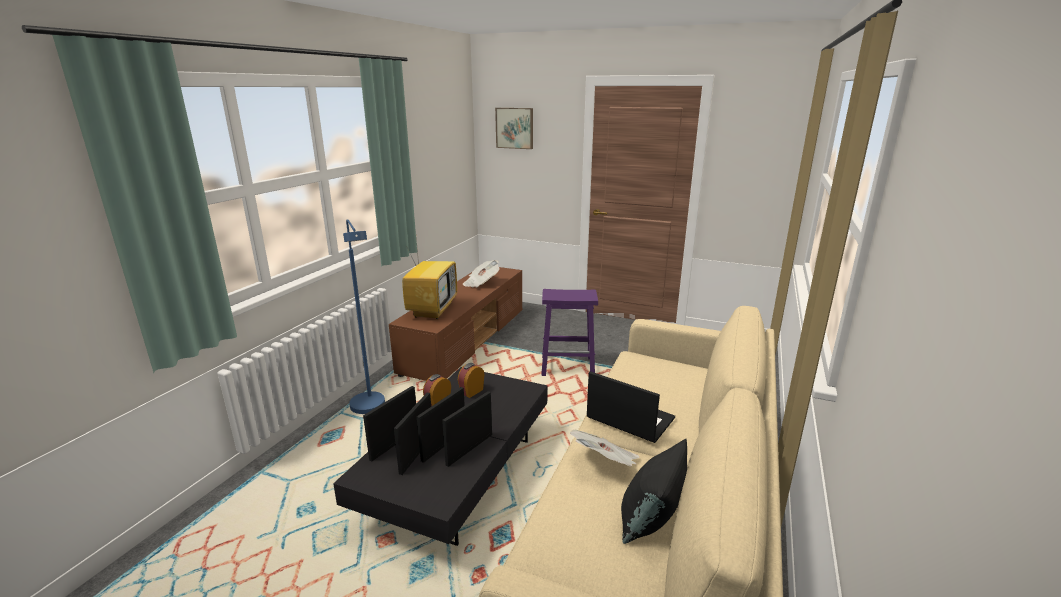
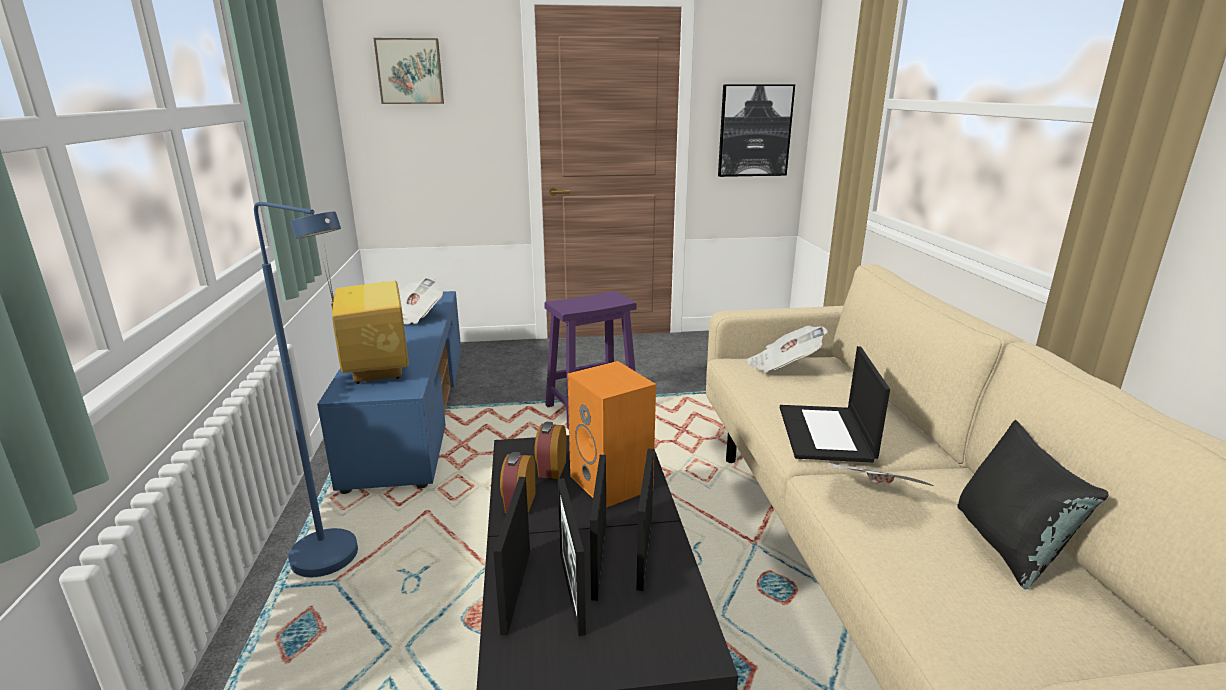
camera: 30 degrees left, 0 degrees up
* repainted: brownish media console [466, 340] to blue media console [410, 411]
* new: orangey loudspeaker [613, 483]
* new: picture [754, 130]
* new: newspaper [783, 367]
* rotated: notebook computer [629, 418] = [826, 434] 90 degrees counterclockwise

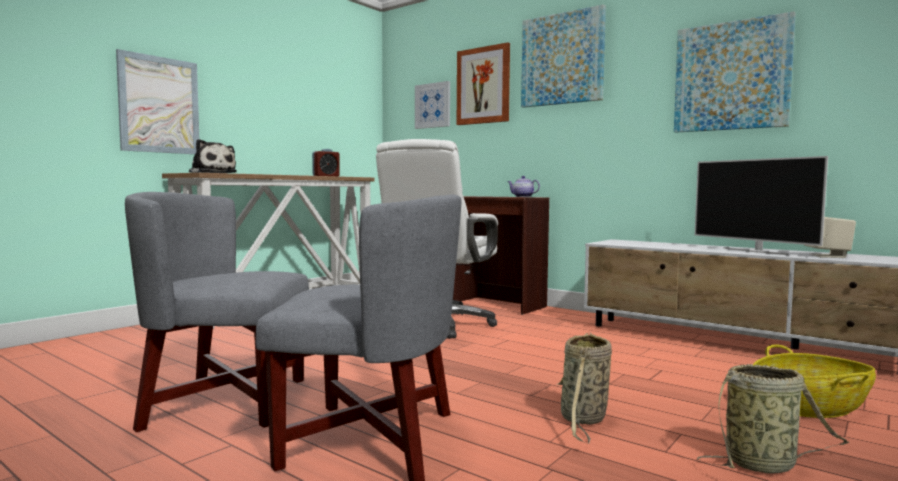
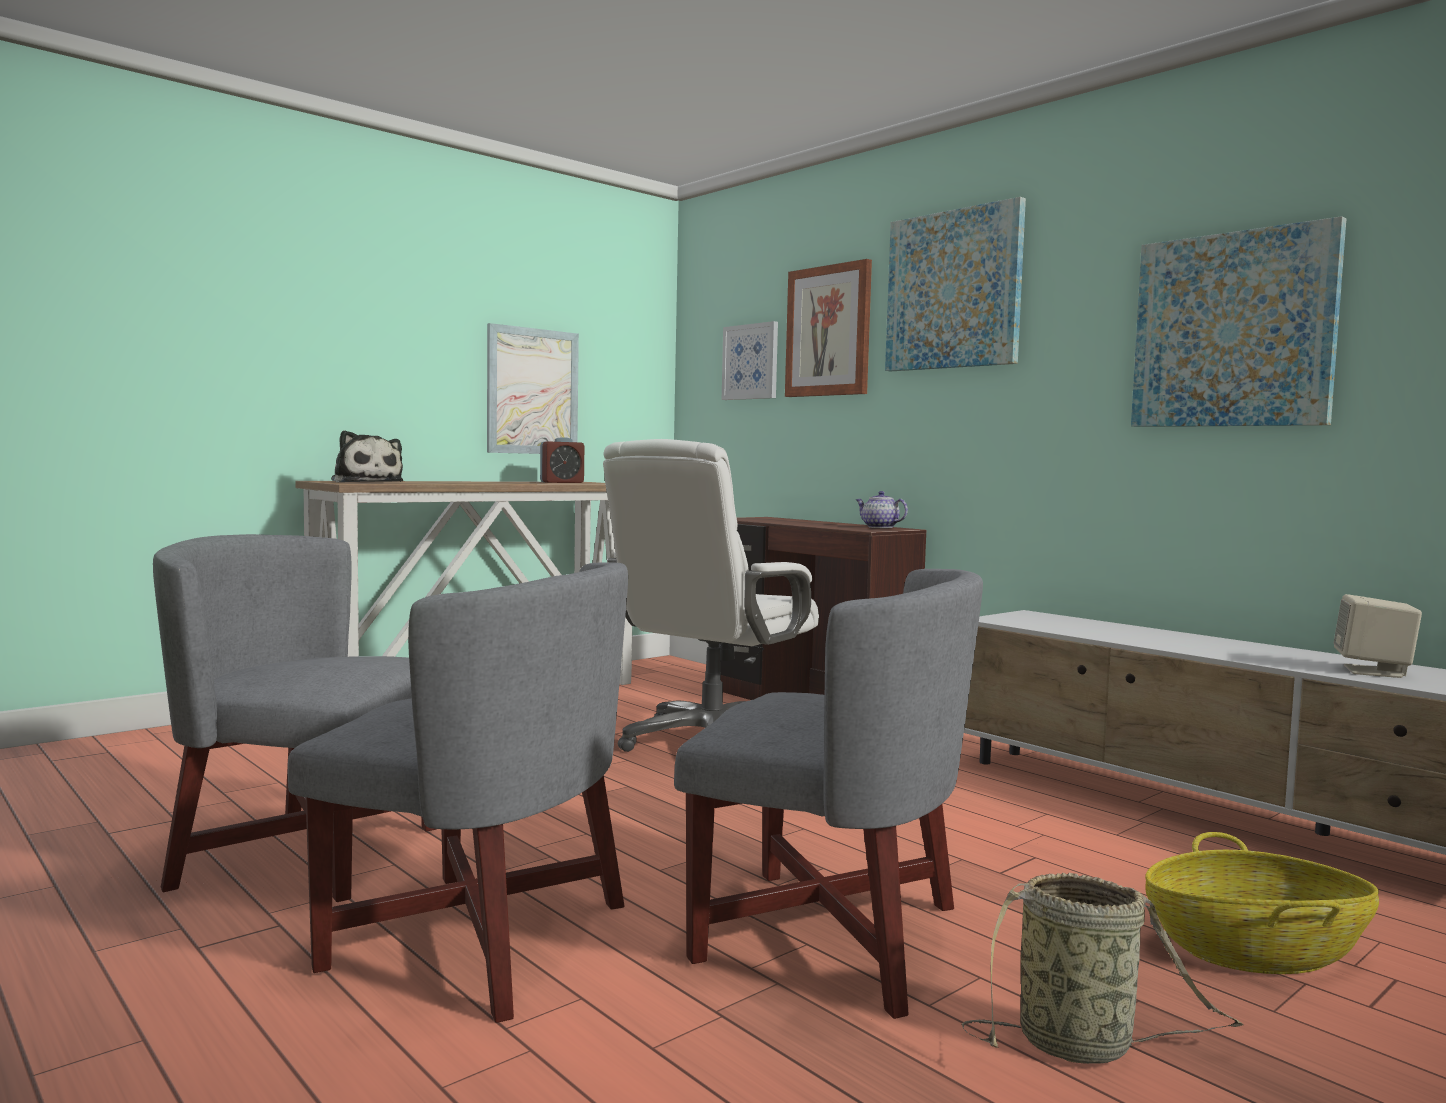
camera: 10 degrees right, 0 degrees up
* shifted: picture [159, 105] to [532, 391]
* swapped: storage basket [583, 420] to grey easy chair [831, 936]
* gone: television [755, 251]

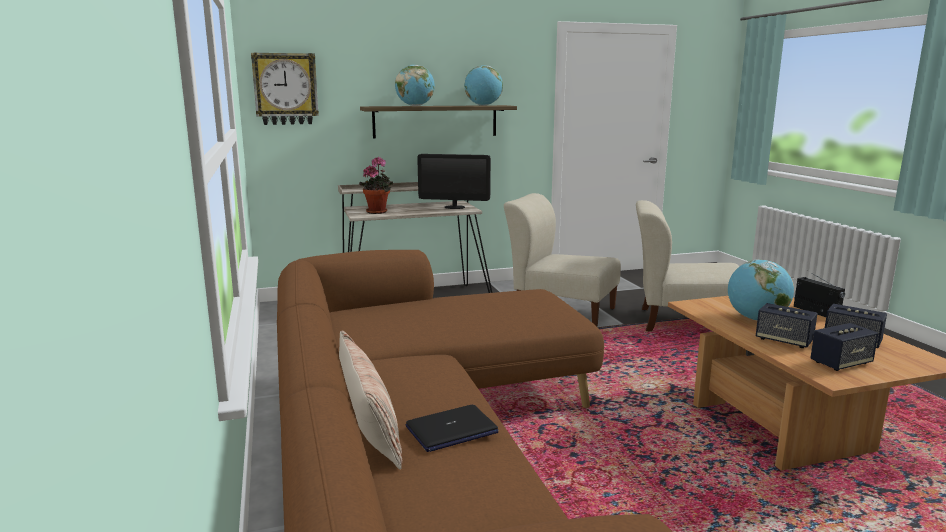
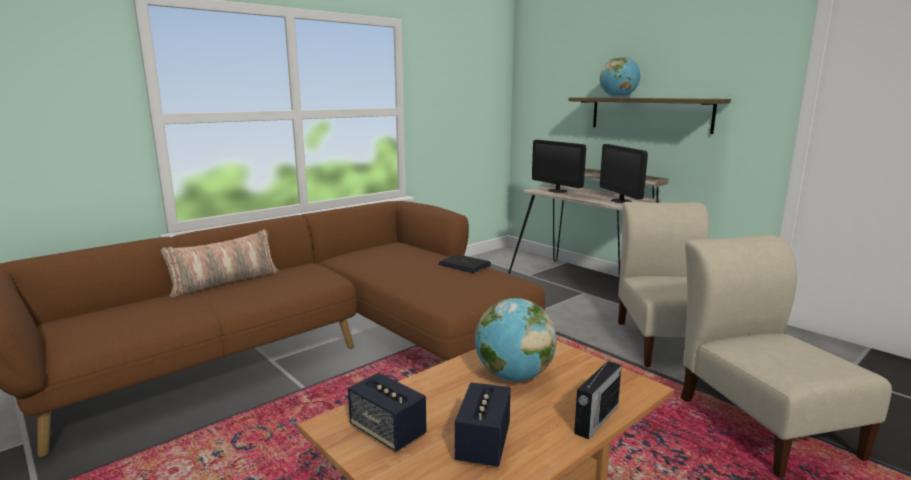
camera: 65 degrees right, 0 degrees up
* shifted: notebook computer [451, 430] to [464, 265]
* swapped: plant in a pot [378, 211] to monitor [557, 191]
* gone: wall clock [285, 89]
* gone: globe [483, 105]
* gone: loudspeaker [783, 340]

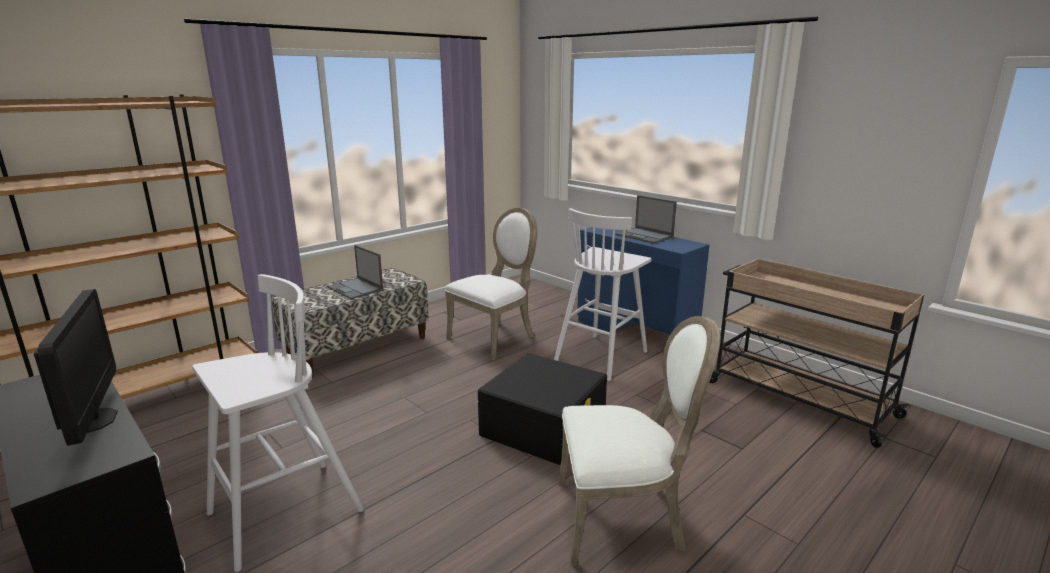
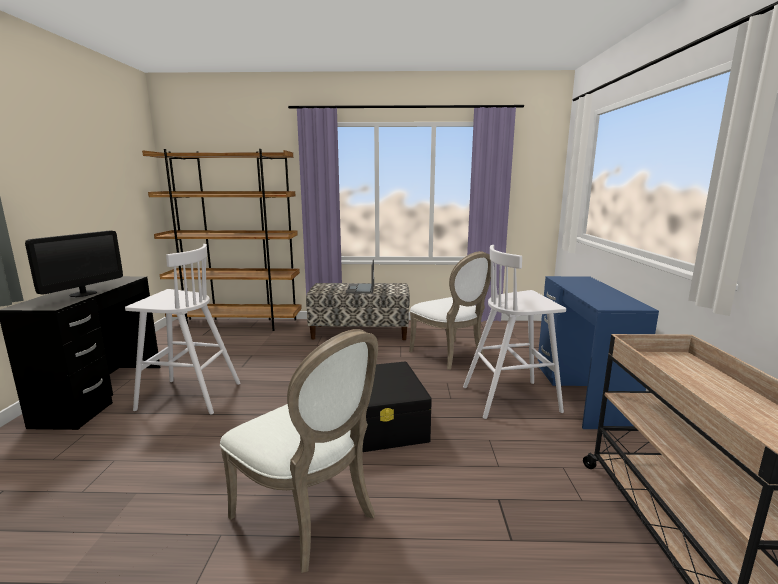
camera: 45 degrees right, 5 degrees down
* rotated: white chair [495, 338] = [450, 355] 60 degrees clockwise
* gone: notebook computer [645, 236]

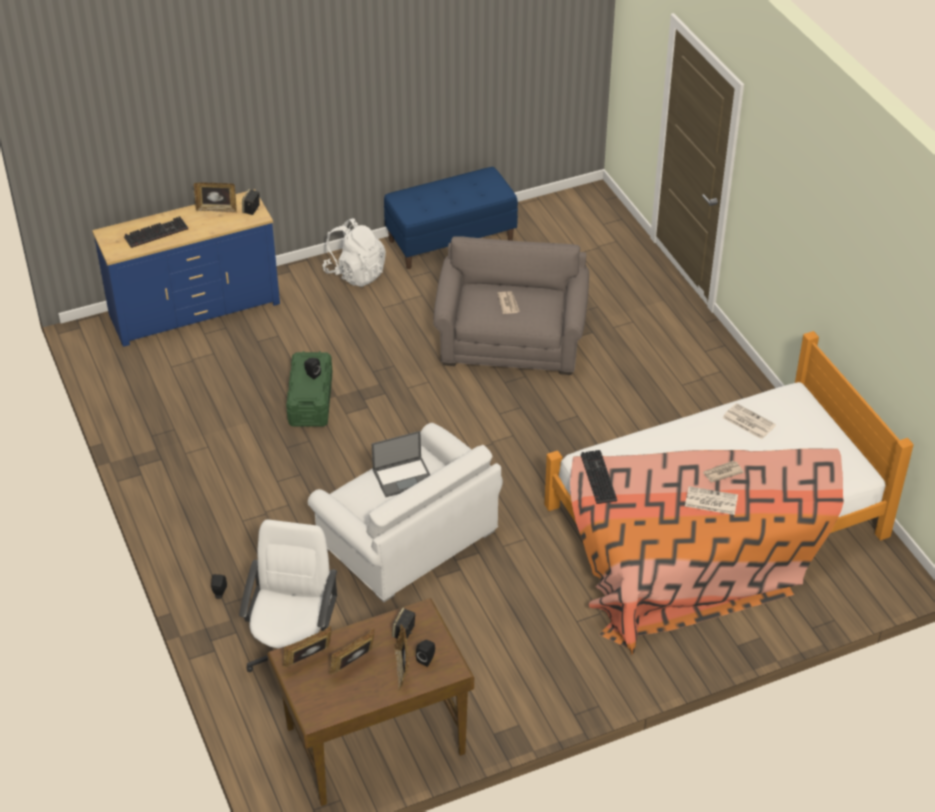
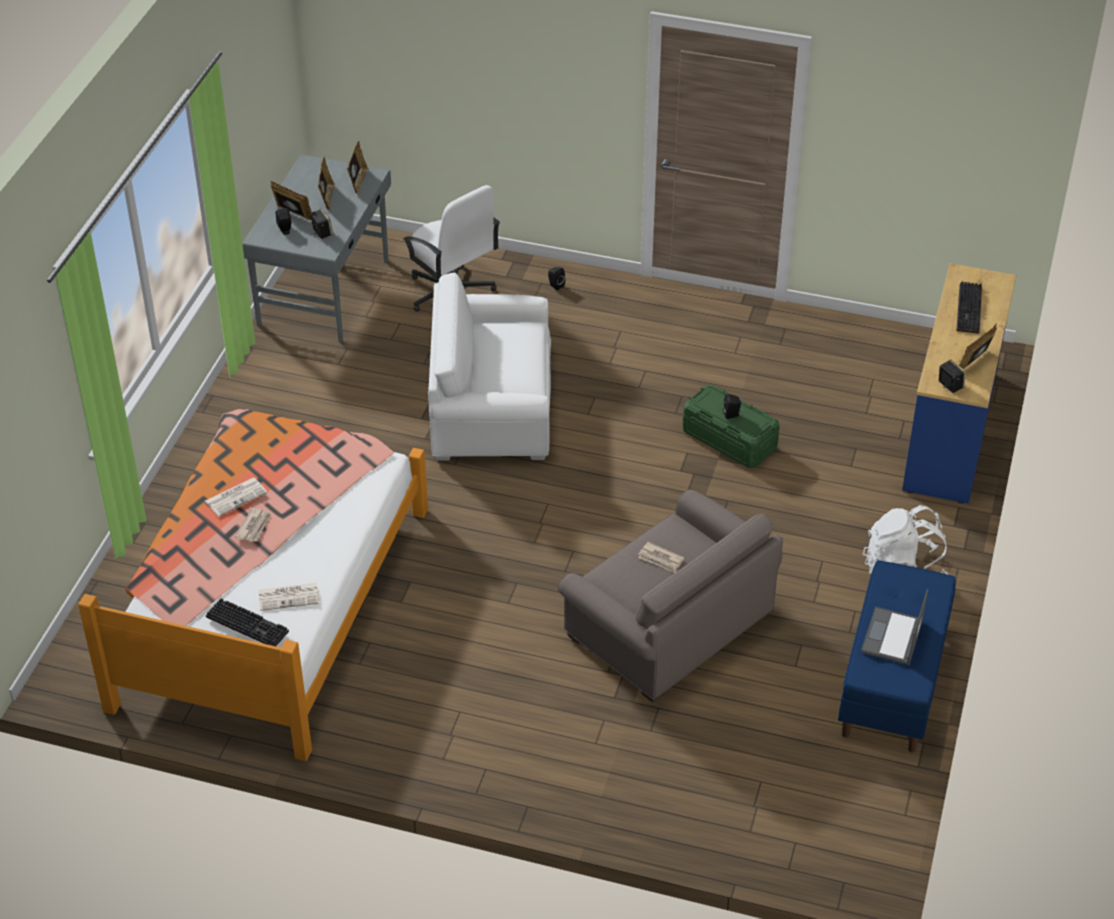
camera: 130 degrees right, 0 degrees up
* shifted: keyboard [596, 477] to [249, 624]
* repainted: brownish desk unit [374, 740] to grey desk unit [325, 291]
* shifted: notebook computer [404, 476] to [892, 637]

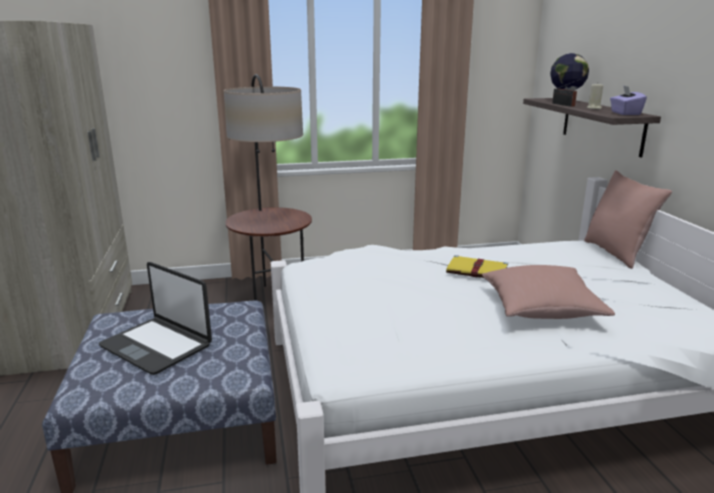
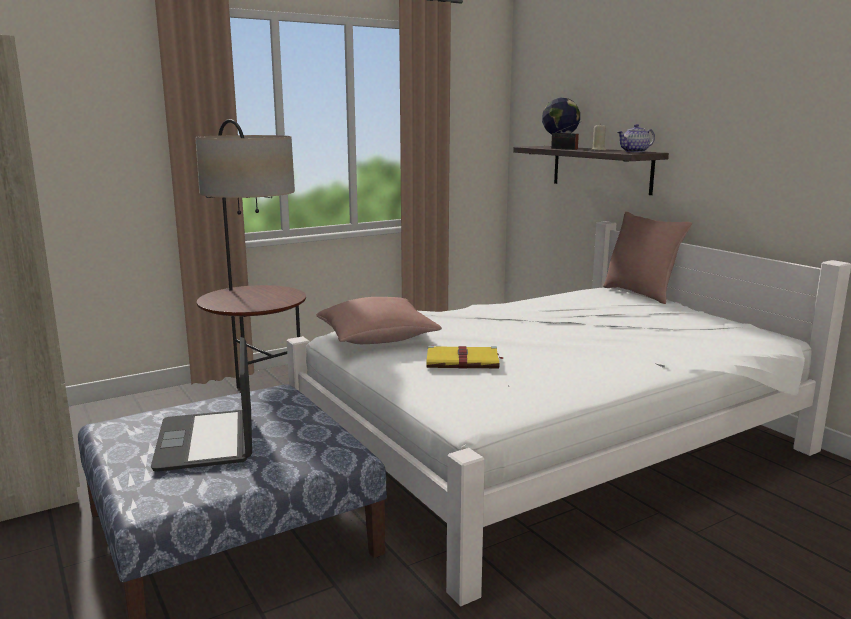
camera: 20 degrees left, 5 degrees down
* rotated: notebook computer [157, 345] = [207, 441] 60 degrees clockwise
* shifted: pink-coloured pillow [541, 308] to [376, 338]
* shifted: yellowish book [478, 271] to [464, 361]
* swapped: purple-coloured tissue box [625, 113] to pot for tea [634, 152]

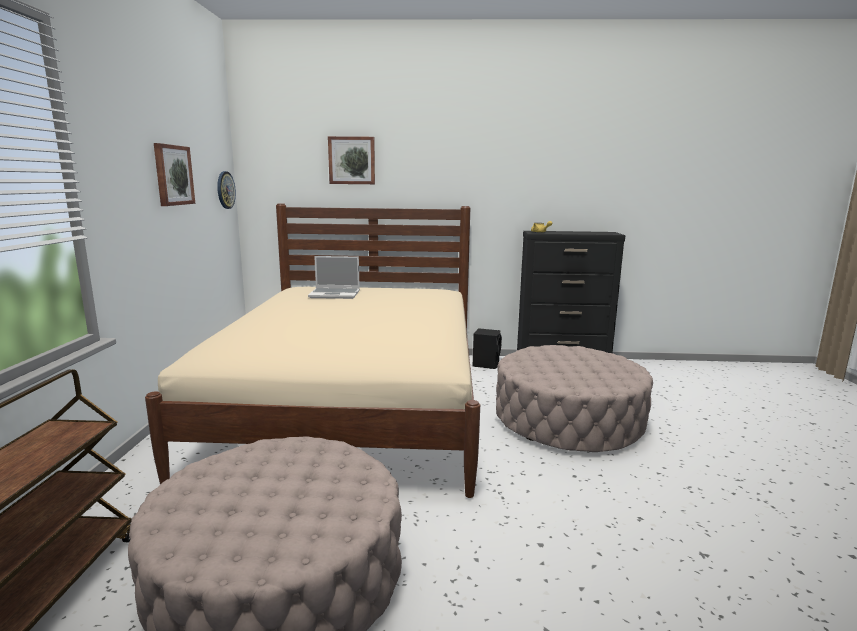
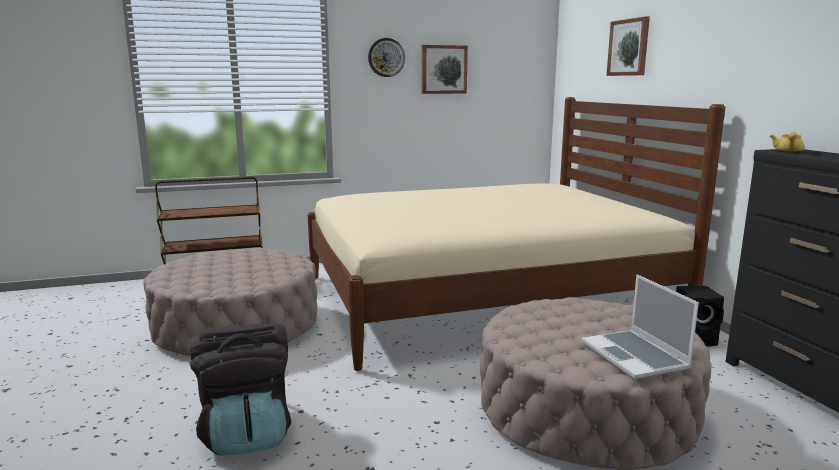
camera: 70 degrees right, 0 degrees up
* new: blackish backpack [247, 433]
* shifted: wall clock [225, 190] to [386, 57]
* shifted: notebook computer [335, 294] to [635, 356]

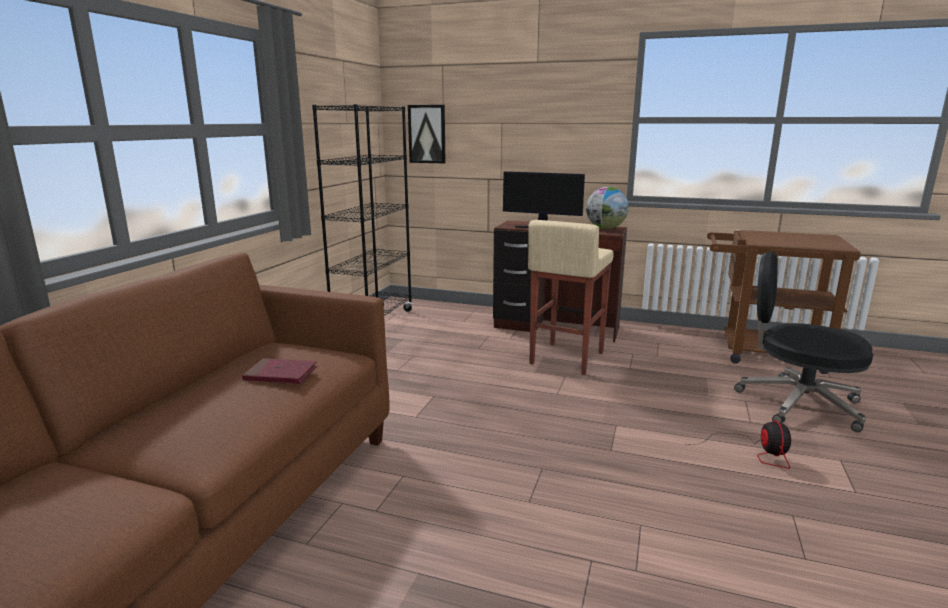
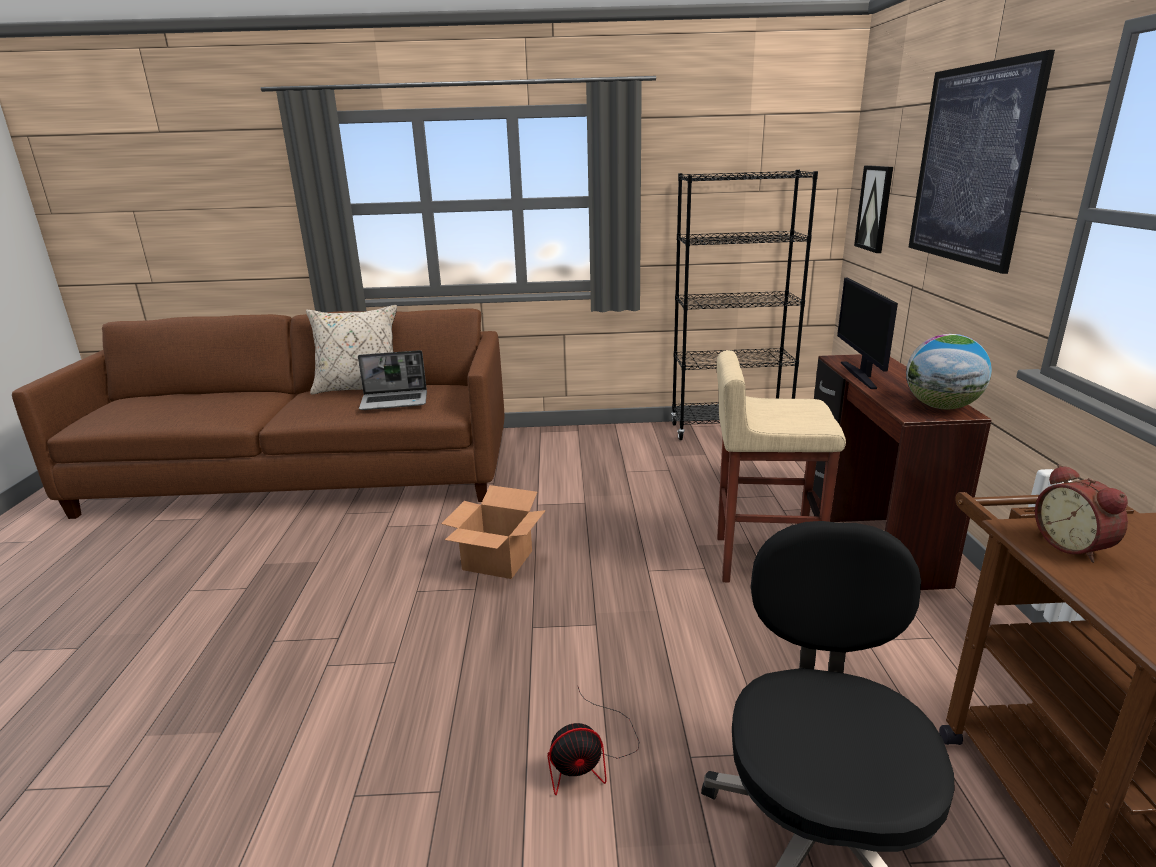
camera: 70 degrees right, 5 degrees up
* new: sand-coloured pillow [360, 388]
* swapped: red book [281, 374] to notebook computer [395, 401]
* new: carton [498, 560]
* new: picture [971, 165]
* new: alarm clock [1074, 546]

